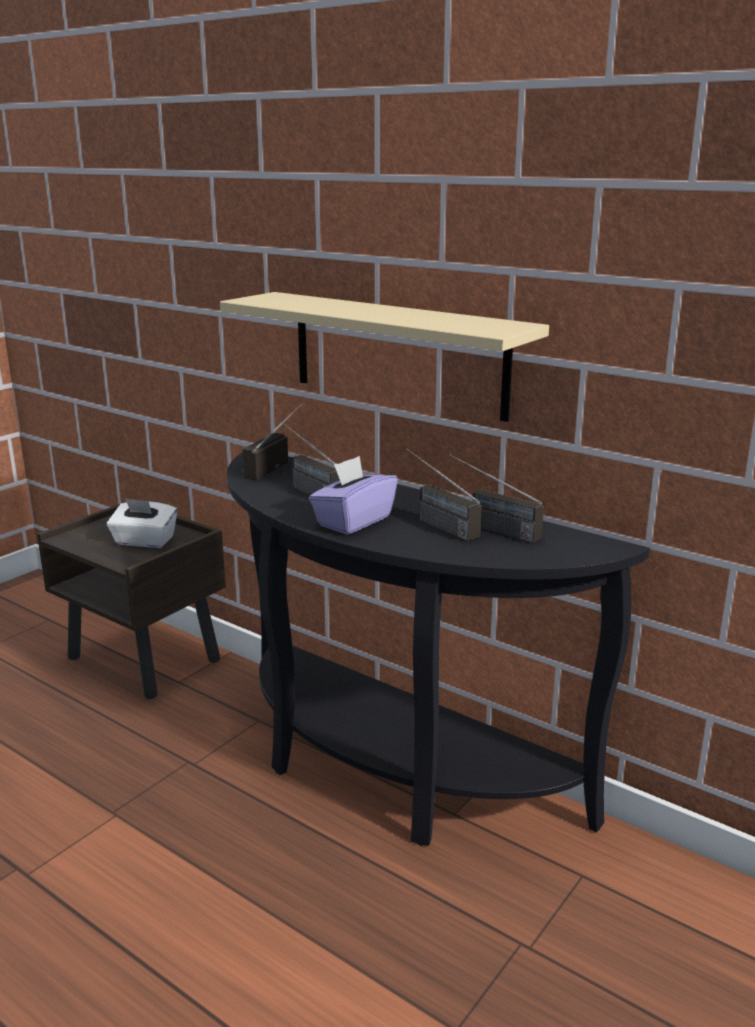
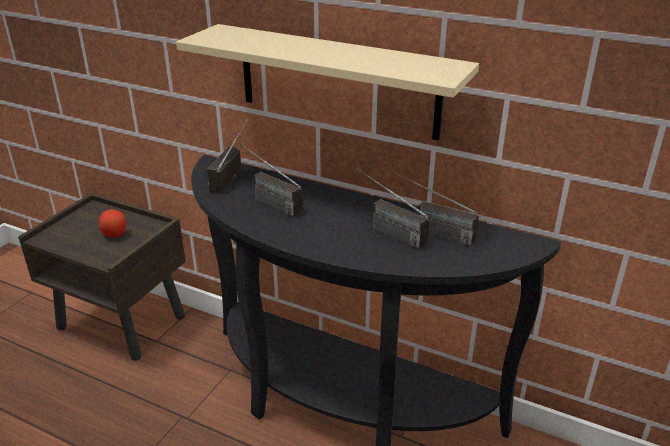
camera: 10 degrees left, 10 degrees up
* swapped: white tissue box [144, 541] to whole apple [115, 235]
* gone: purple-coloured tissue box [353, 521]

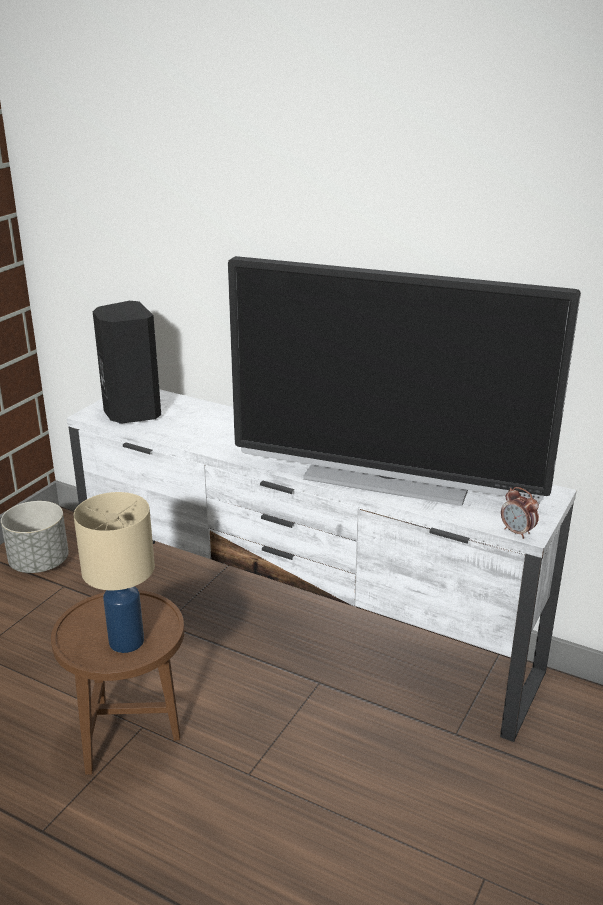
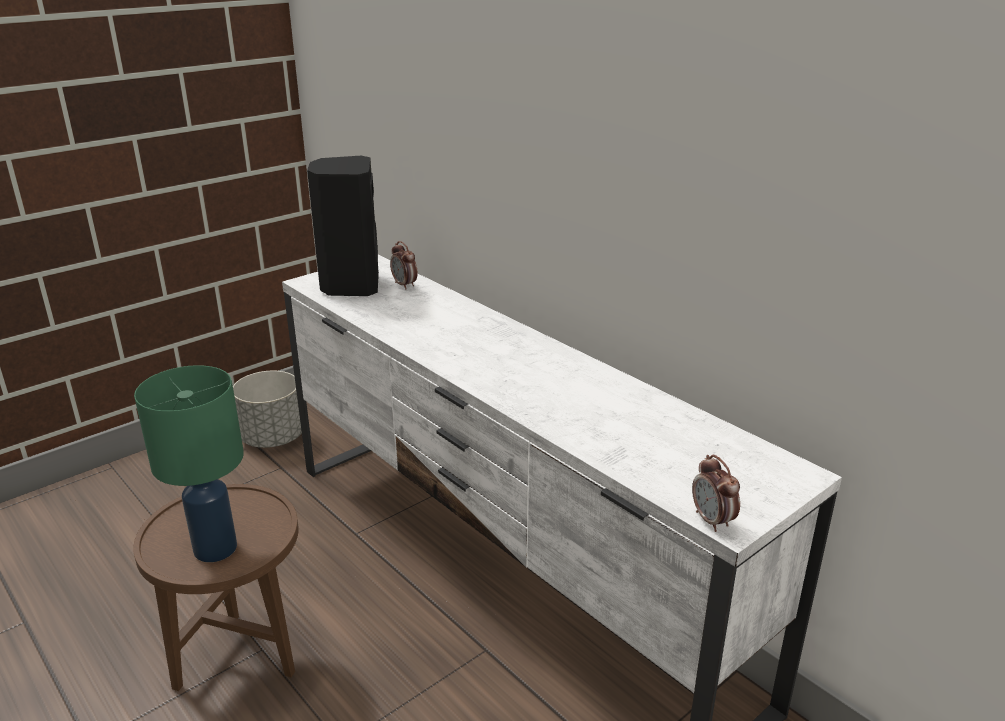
camera: 20 degrees right, 0 degrees up
* repainted: sand-coloured table lamp [126, 642] to green table lamp [215, 549]
* new: alarm clock [404, 285]
* gone: television [387, 480]

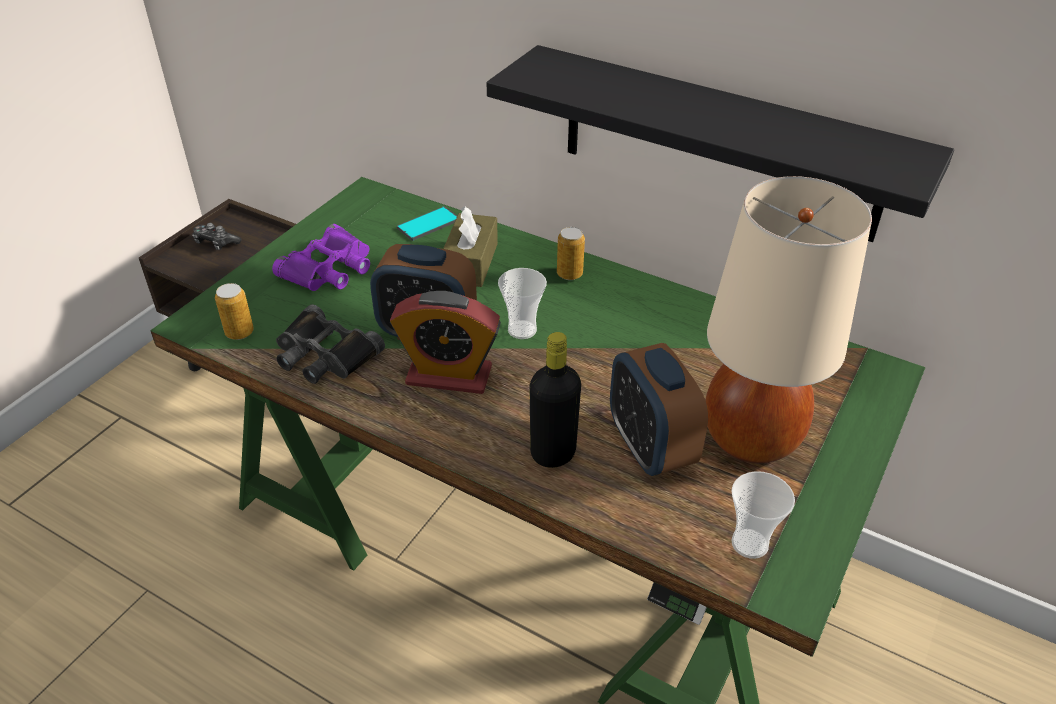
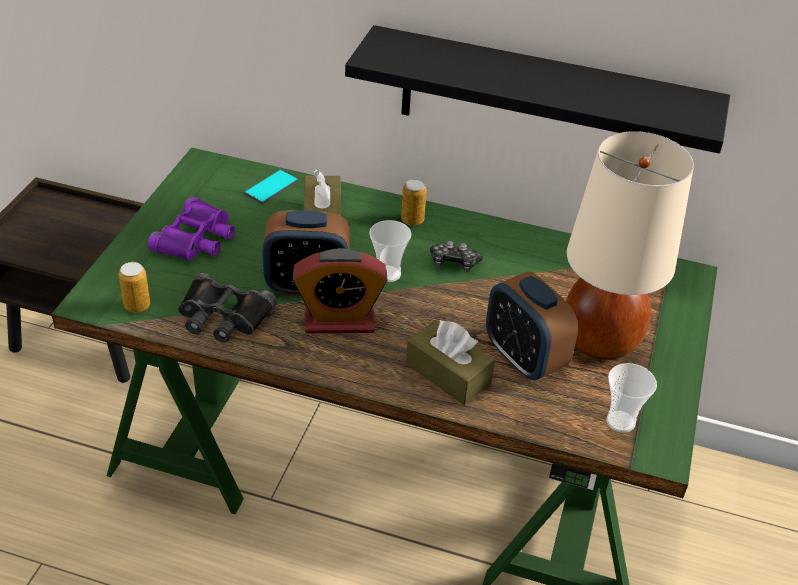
camera: 15 degrees left, 0 degrees up
* swapped: blackish drink bottle [553, 453] to brownish tissue box [448, 373]
* shifted: gamepad [216, 243] to [454, 263]

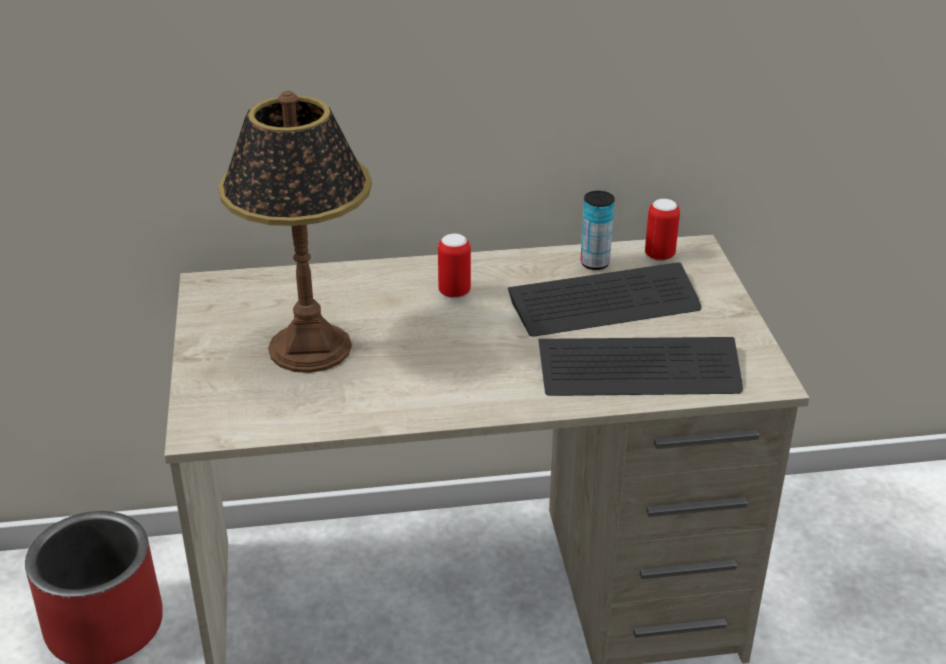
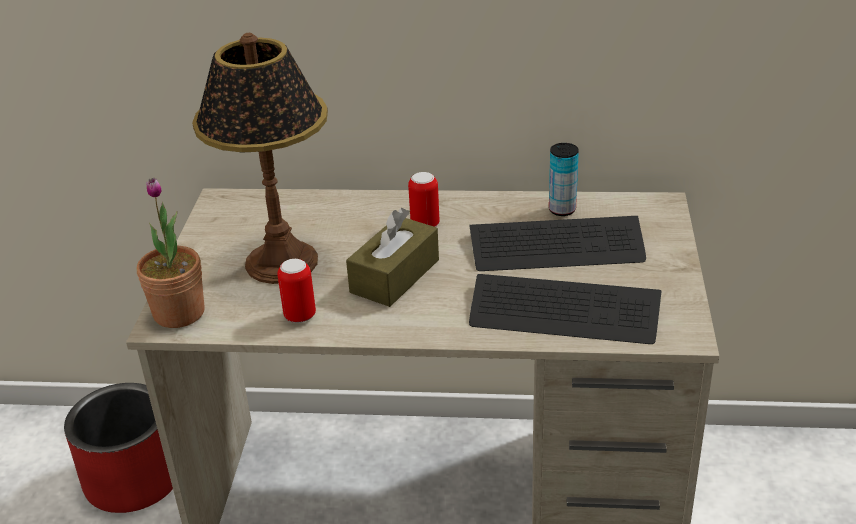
camera: 15 degrees right, 0 degrees up
* new: plant in a pot [179, 313]
* shifted: can [659, 255] to [300, 316]
* new: brownish tissue box [395, 276]

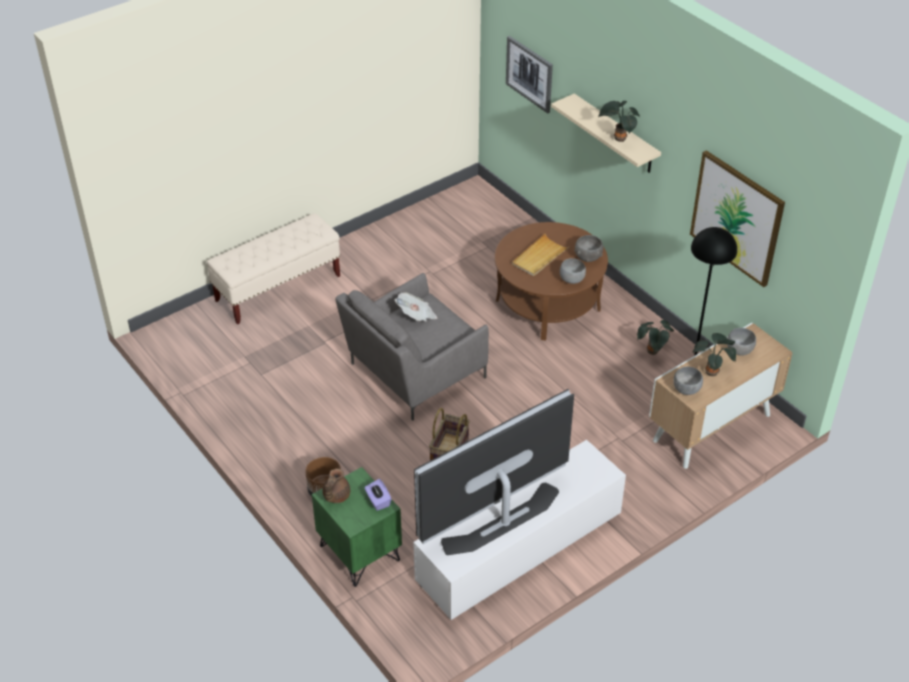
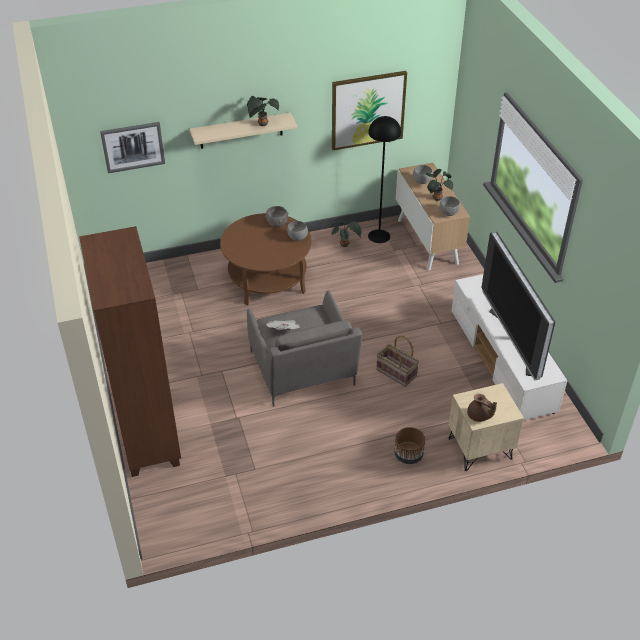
camera: 70 degrees left, 0 degrees up
* swapped: sand-coloured bench [278, 288] to brownish bookshelf [148, 433]
* repainted: green nightstand [359, 553] to sand-coloured nightstand [480, 449]
* gone: purple-coloured tissue box [378, 501]
* gone: sand-coloured serving tray [539, 257]

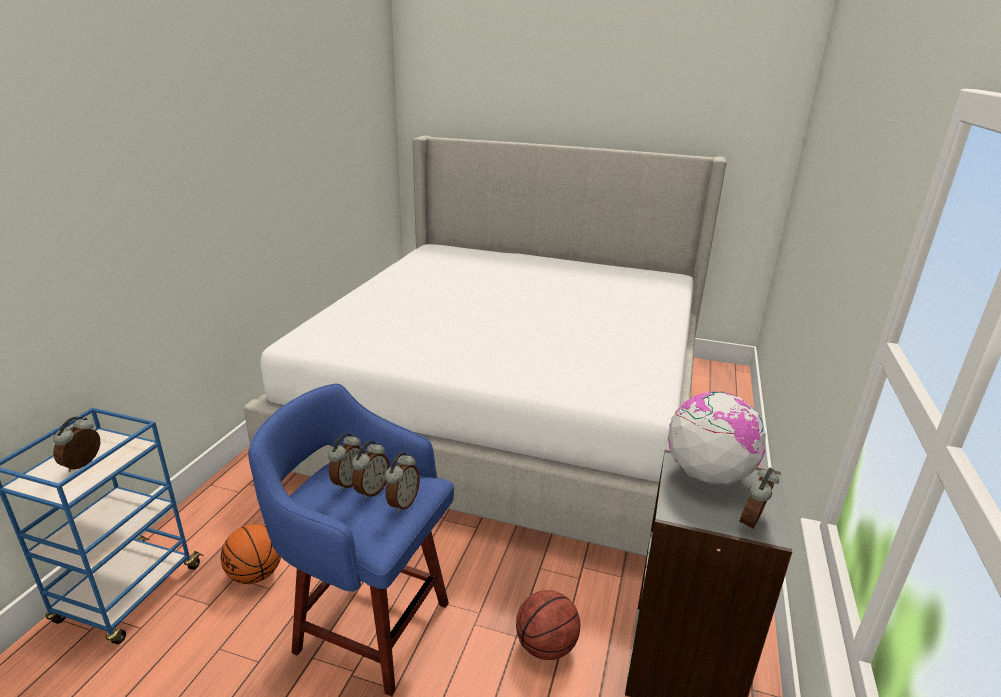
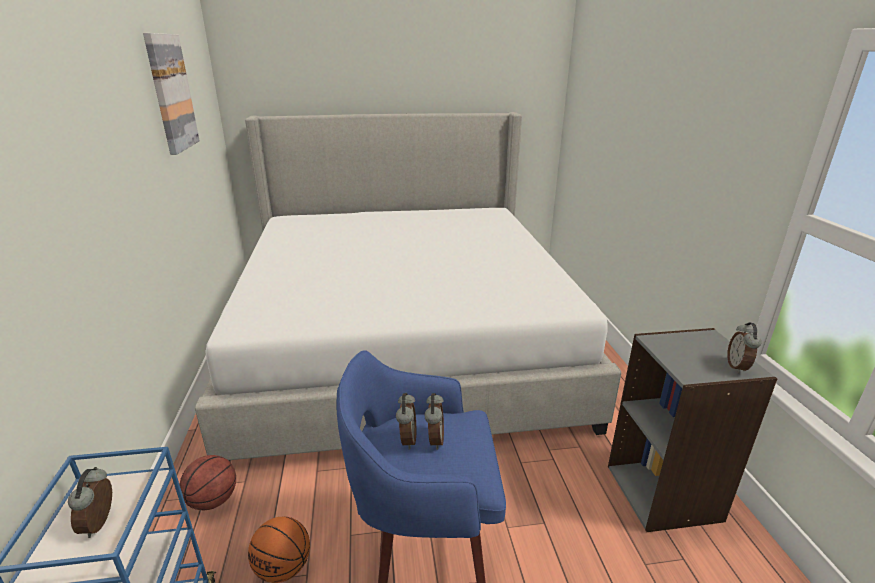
camera: 25 degrees left, 0 degrees up
* new: picture [171, 93]
* shifted: basketball ball [545, 646] to [213, 500]
* gone: alarm clock [402, 503]
* gone: globe [707, 475]

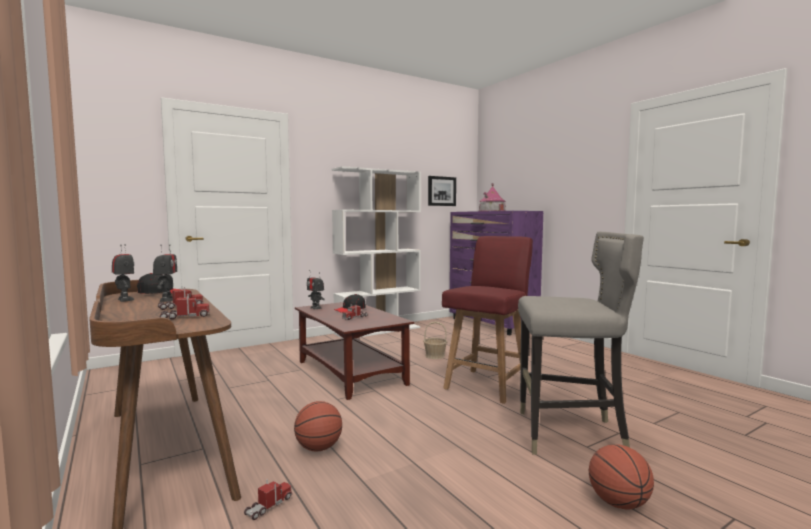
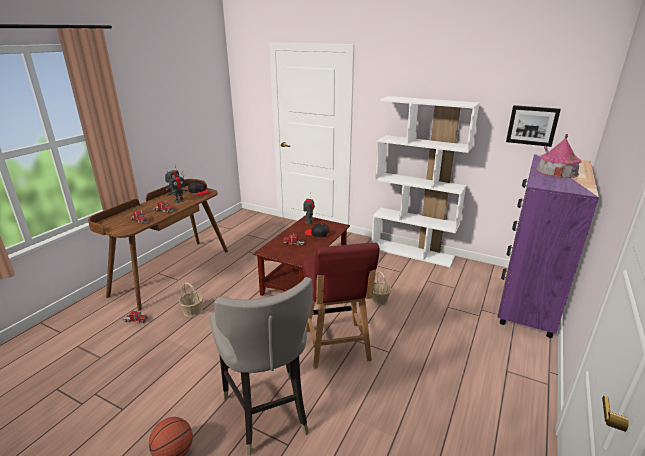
camera: 60 degrees right, 20 degrees up
* swapped: basketball ball [318, 448] to storage basket [193, 311]
* rotated: red chair [488, 385] = [337, 346] 75 degrees clockwise

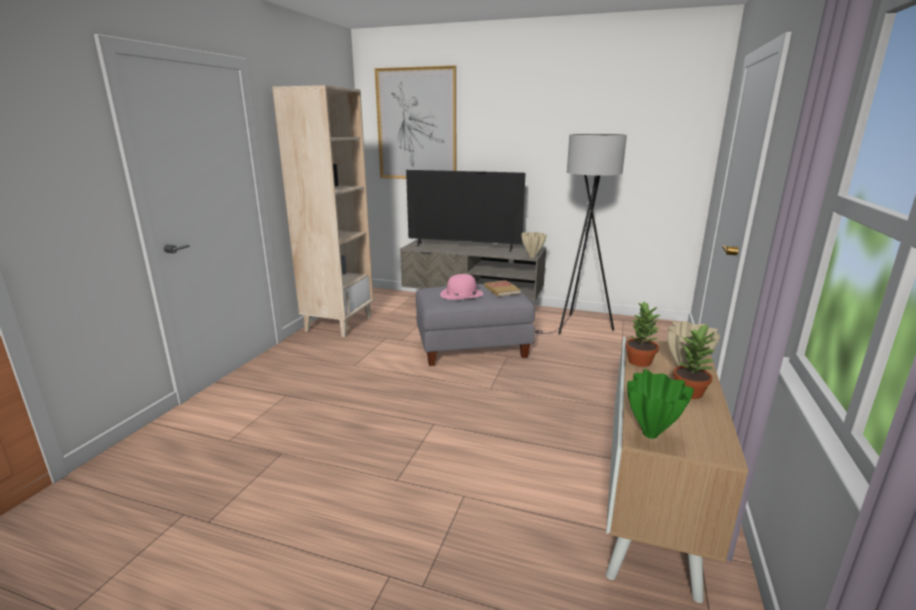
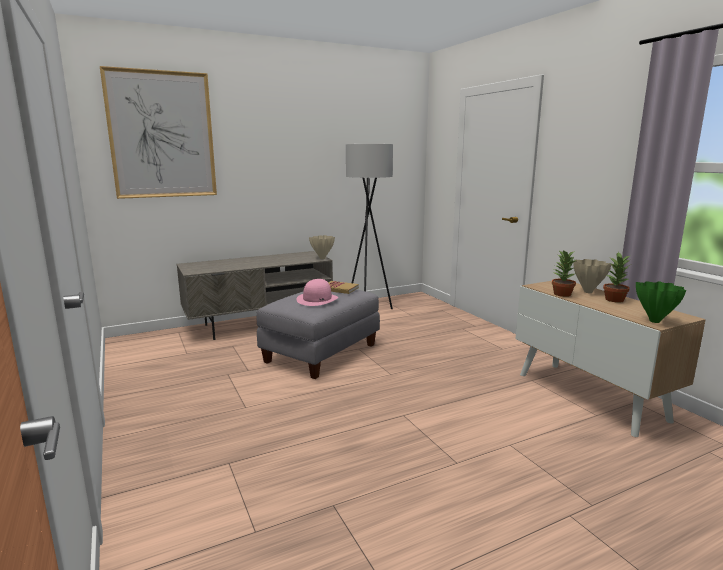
camera: 45 degrees left, 5 degrees down
* gone: sand-coloured bookshelf [339, 323]
* gone: television [464, 247]

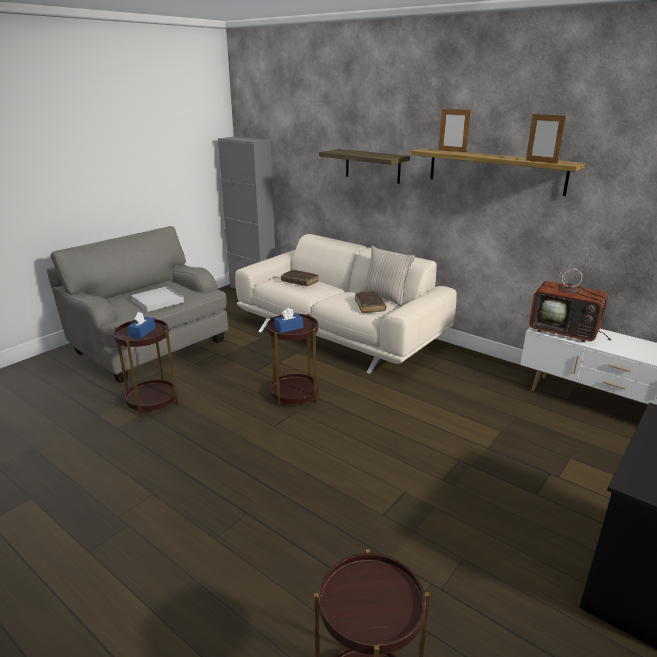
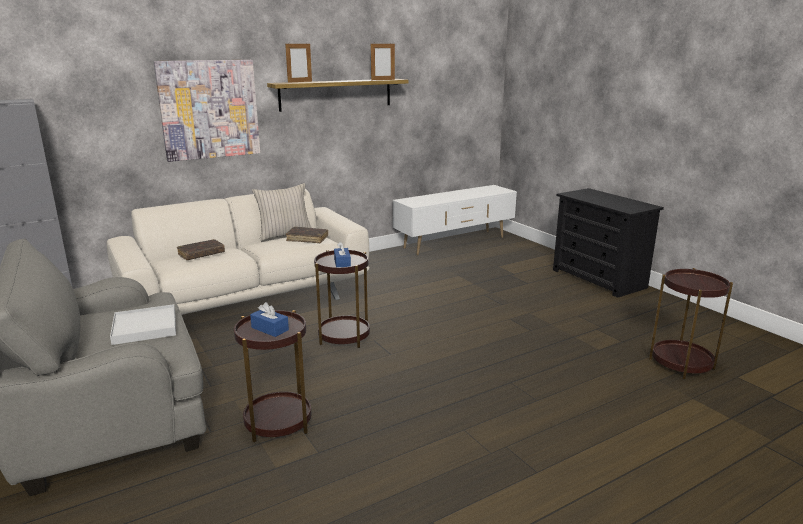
camera: 70 degrees left, 5 degrees down
* swapped: wall shelf [372, 166] to picture [209, 109]
* gone: television [566, 331]

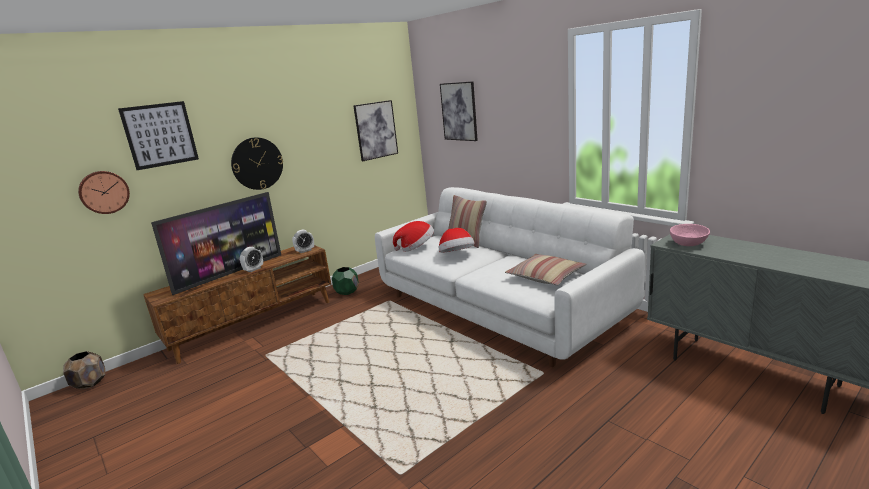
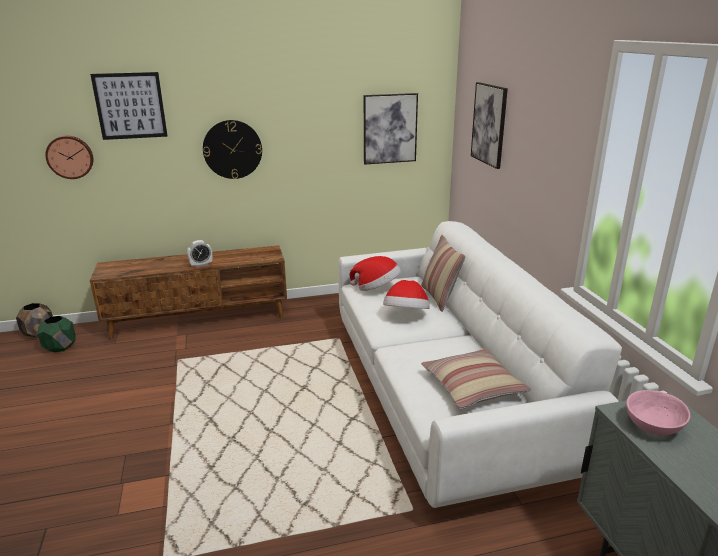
camera: 25 degrees right, 5 degrees up
* shifted: green planter [347, 292] to [61, 347]
* gone: television [230, 273]
* gone: alarm clock [305, 251]

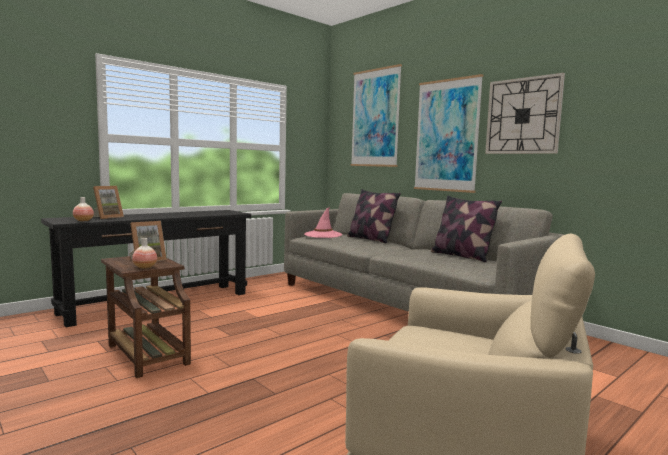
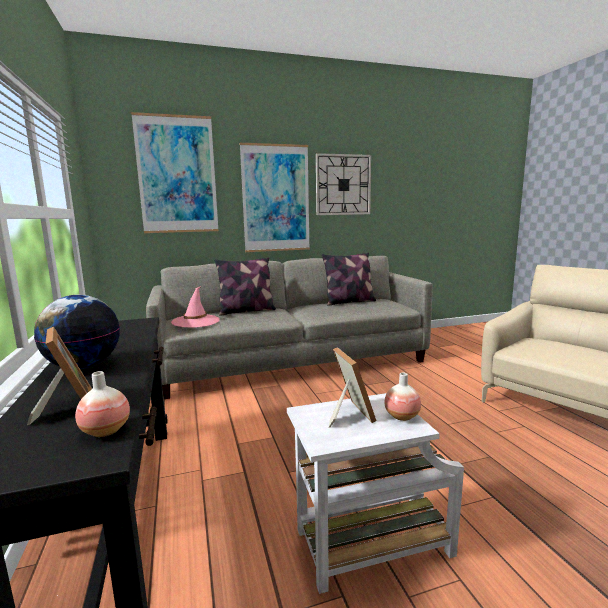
camera: 65 degrees left, 5 degrees up
* new: globe [83, 366]
* repainted: brownish side table [147, 354] to white side table [369, 544]

